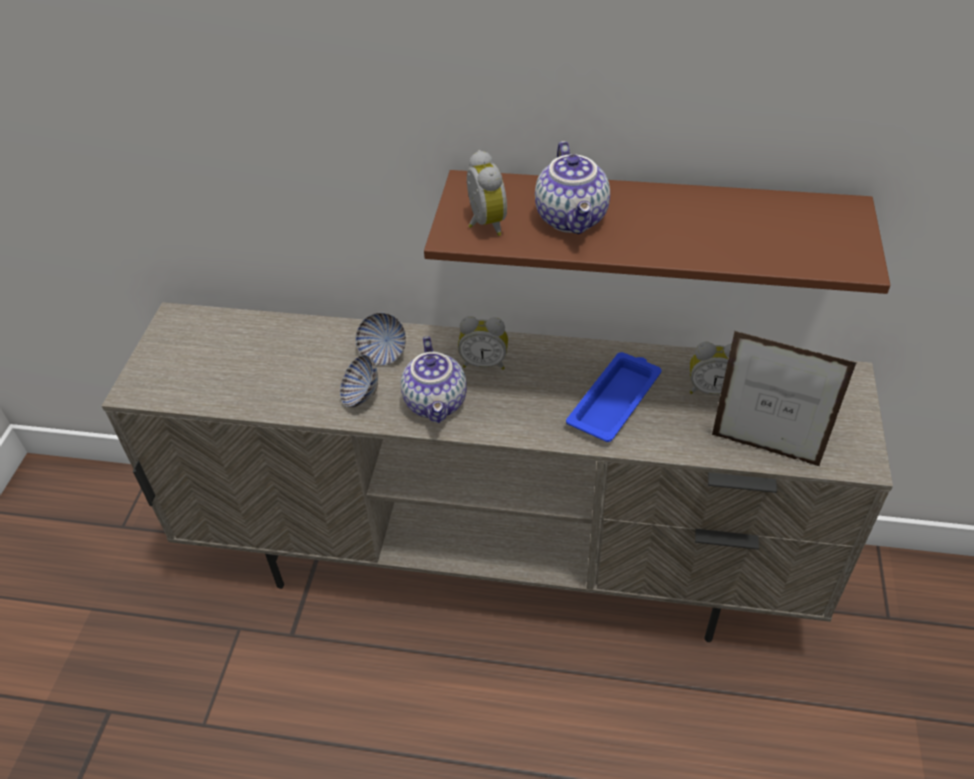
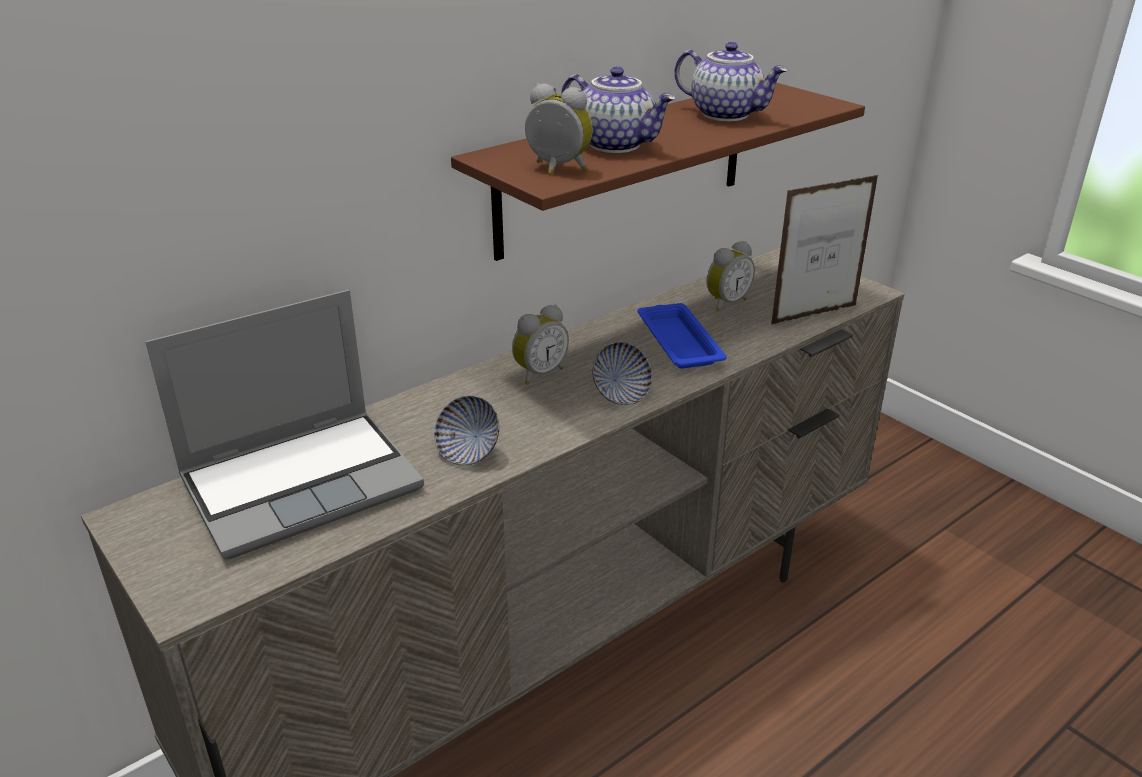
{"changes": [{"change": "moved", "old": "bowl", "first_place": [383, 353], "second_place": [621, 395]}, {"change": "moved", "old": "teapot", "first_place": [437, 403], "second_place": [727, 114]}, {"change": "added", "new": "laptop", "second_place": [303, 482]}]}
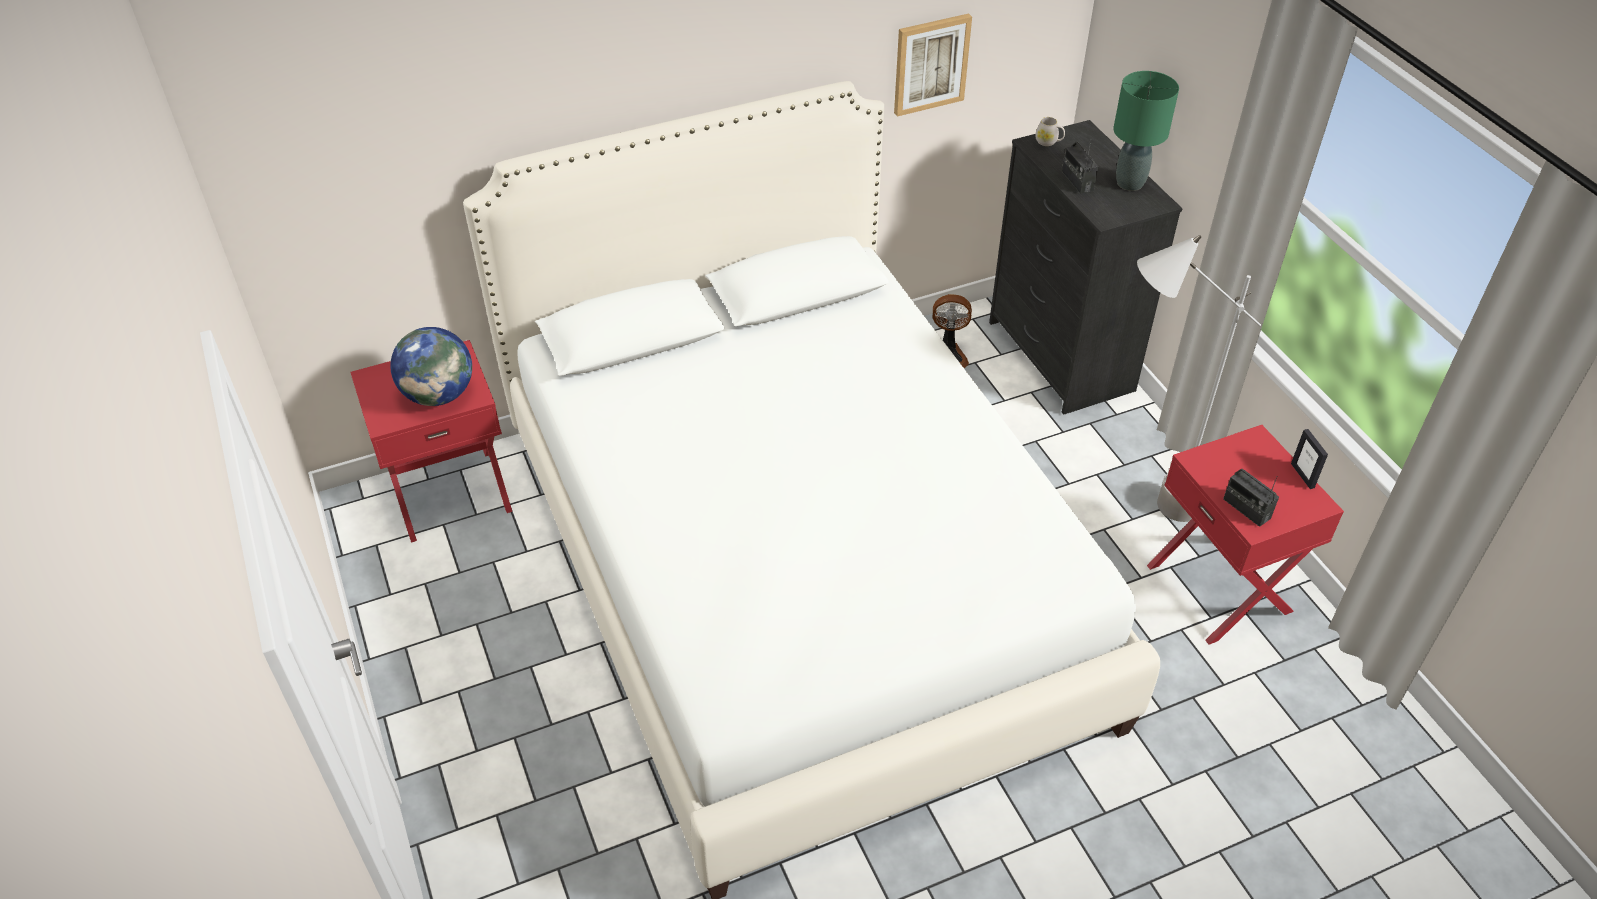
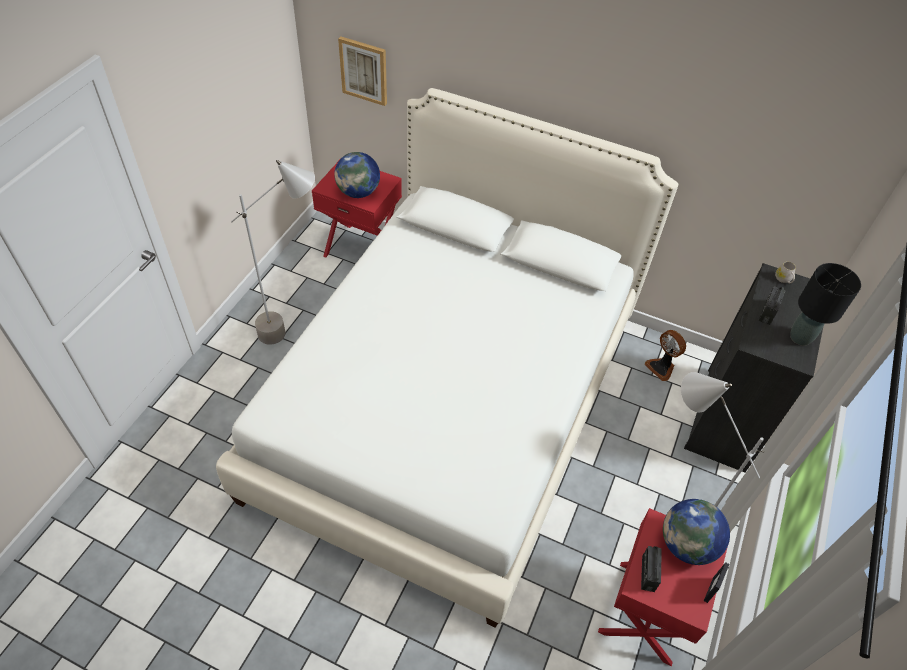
{"changes": [{"change": "moved", "old": "picture", "first_place": [930, 64], "second_place": [364, 70]}, {"change": "recoloured", "old": "green table lamp", "new": "black table lamp", "first_place": [1129, 183], "second_place": [800, 337]}, {"change": "added", "new": "grey floor lamp", "second_place": [295, 330]}, {"change": "added", "new": "globe", "second_place": [687, 545]}]}
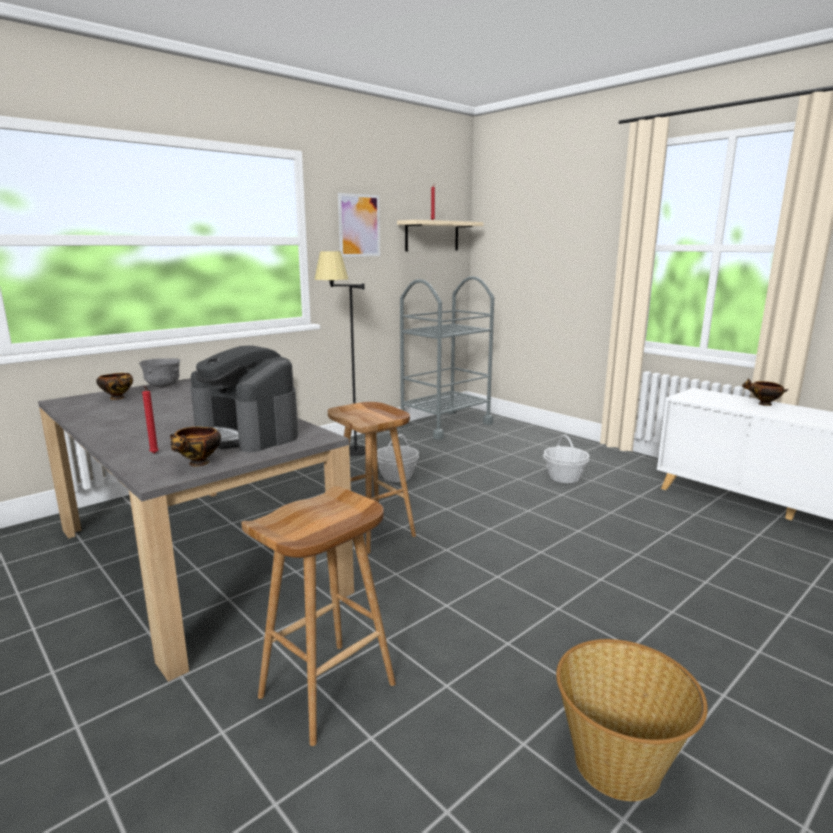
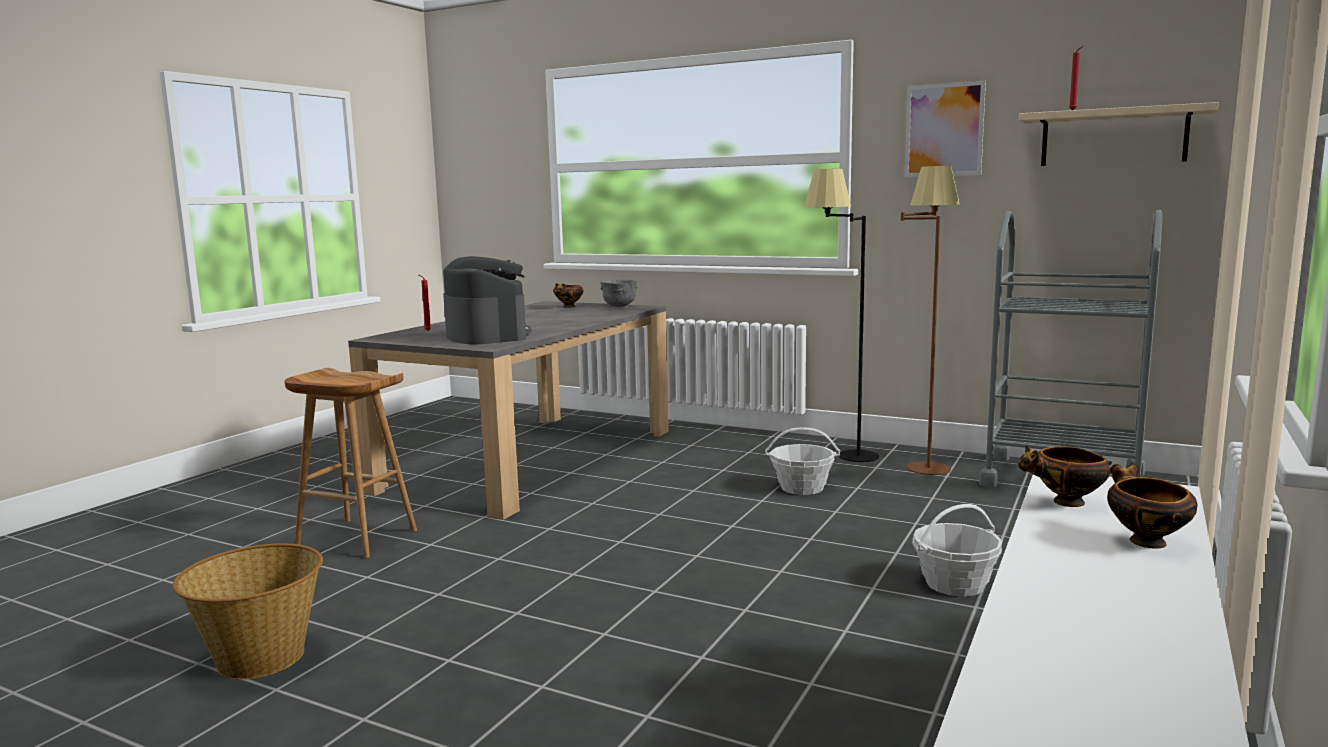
{"changes": [{"change": "turned", "old": "coffee machine", "first_place": [247, 434], "second_place": [487, 335], "degrees": 135}, {"change": "removed", "old": "brown stool", "first_place": [374, 531]}, {"change": "moved", "old": "bowl", "first_place": [198, 464], "second_place": [1066, 503]}, {"change": "added", "new": "brown floor lamp", "second_place": [925, 462]}]}
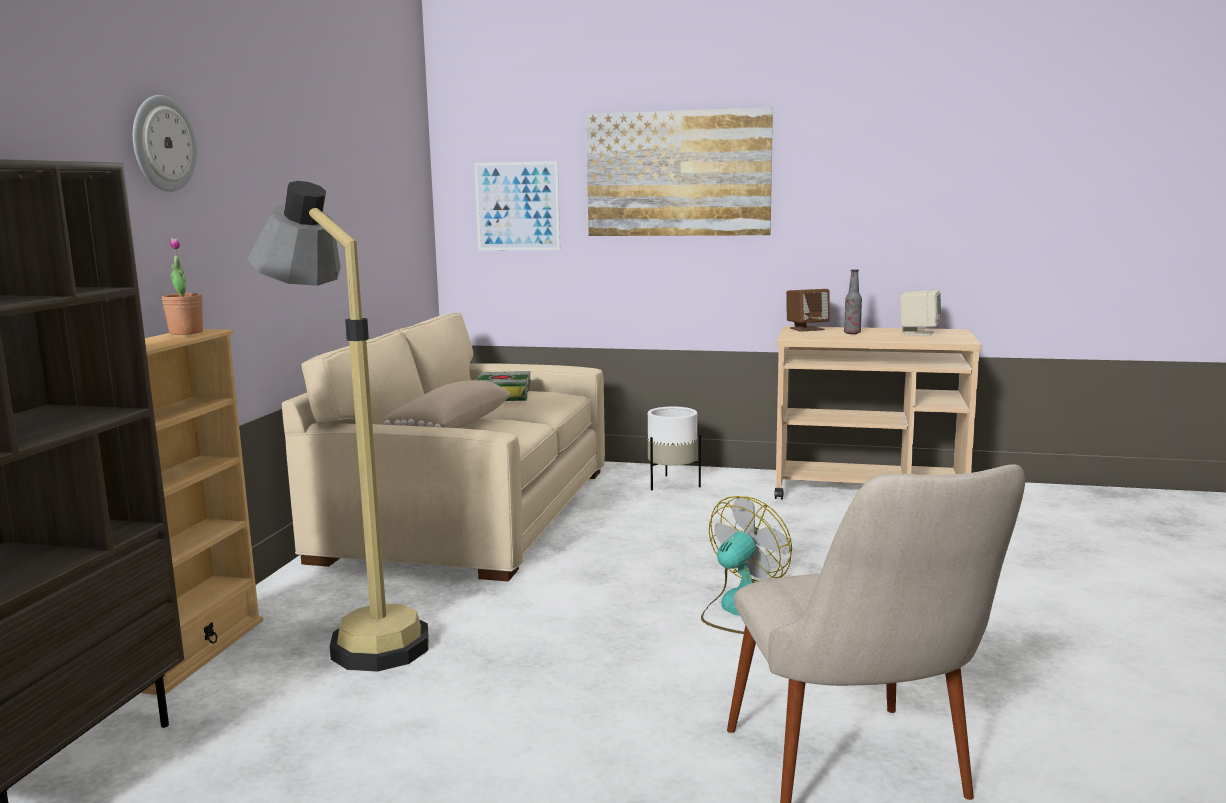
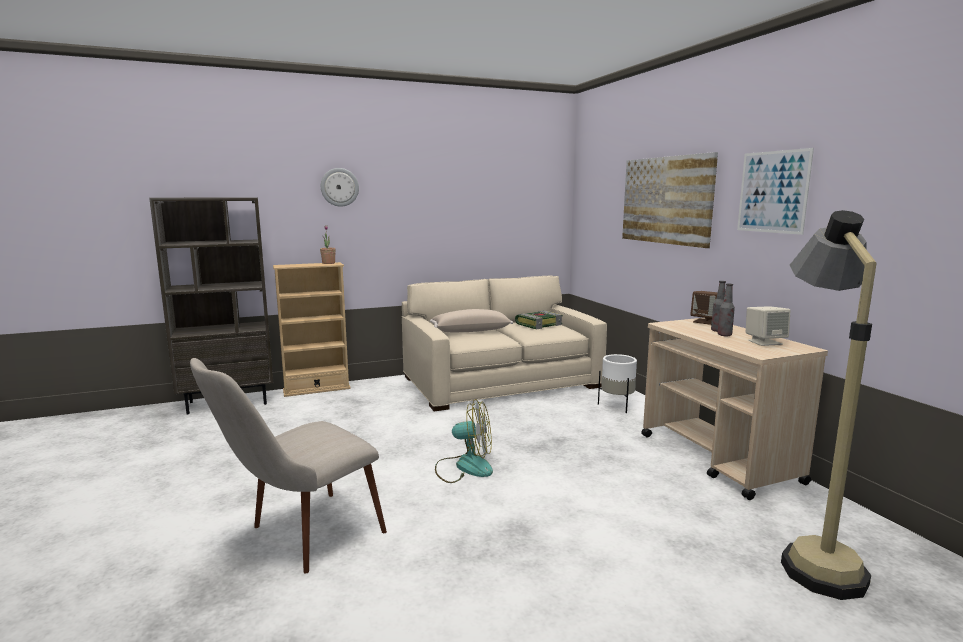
{"changes": [{"change": "moved", "old": "picture", "first_place": [517, 206], "second_place": [772, 192]}, {"change": "moved", "old": "floor lamp", "first_place": [355, 633], "second_place": [809, 551]}, {"change": "added", "new": "bottle", "second_place": [724, 335]}]}
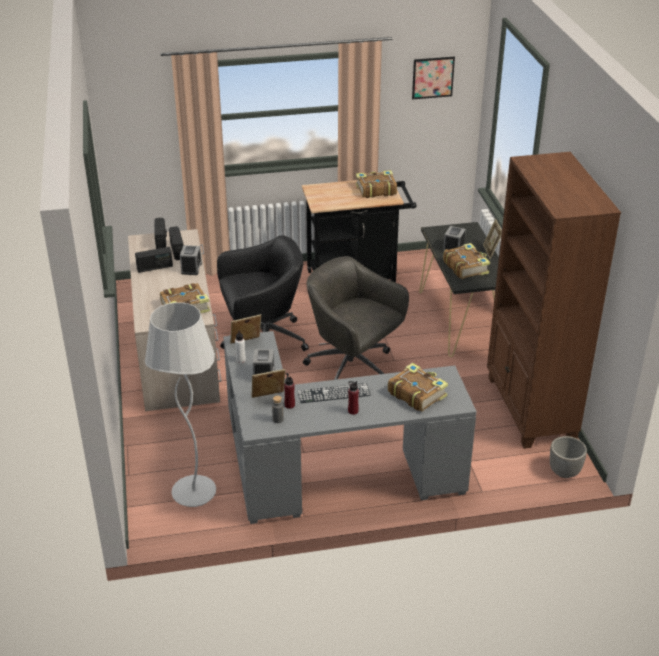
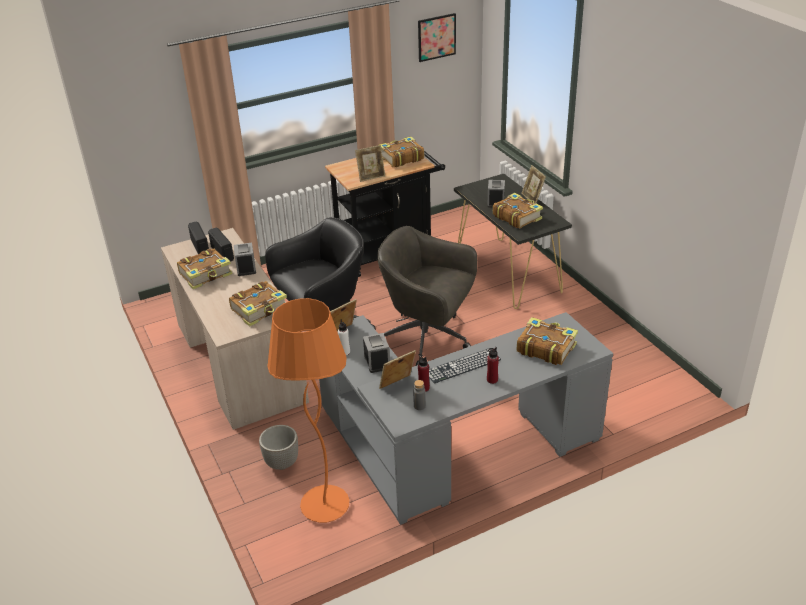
{"changes": [{"change": "removed", "old": "brown bookcase", "first_place": [530, 409]}, {"change": "replaced", "old": "radio", "new": "book", "first_place": [155, 267], "second_place": [206, 274]}, {"change": "recoloured", "old": "white floor lamp", "new": "orange floor lamp", "first_place": [194, 493], "second_place": [325, 506]}, {"change": "moved", "old": "planter", "first_place": [564, 472], "second_place": [282, 463]}, {"change": "added", "new": "picture frame", "second_place": [371, 177]}]}
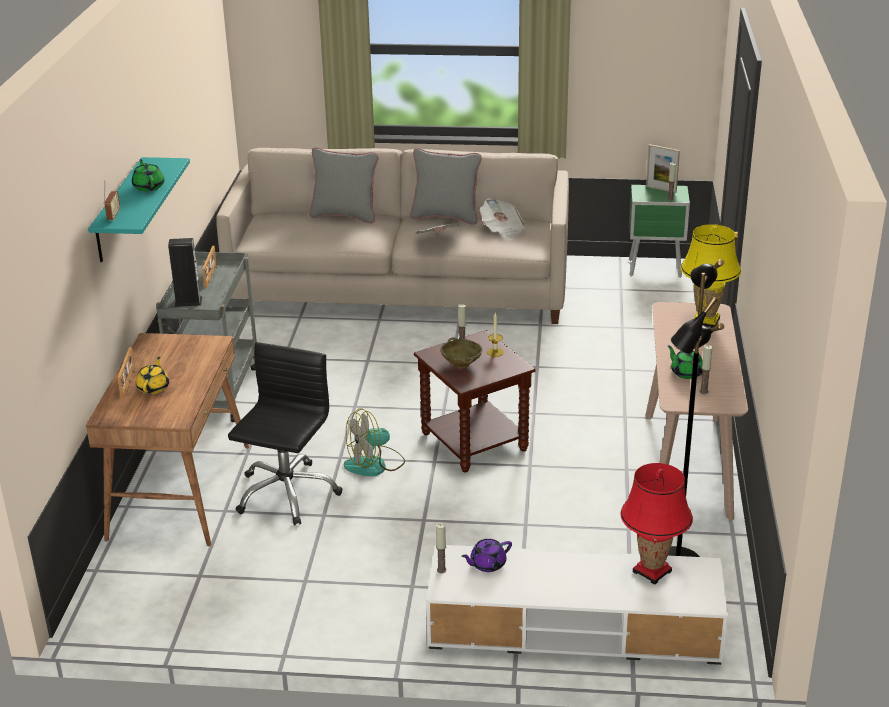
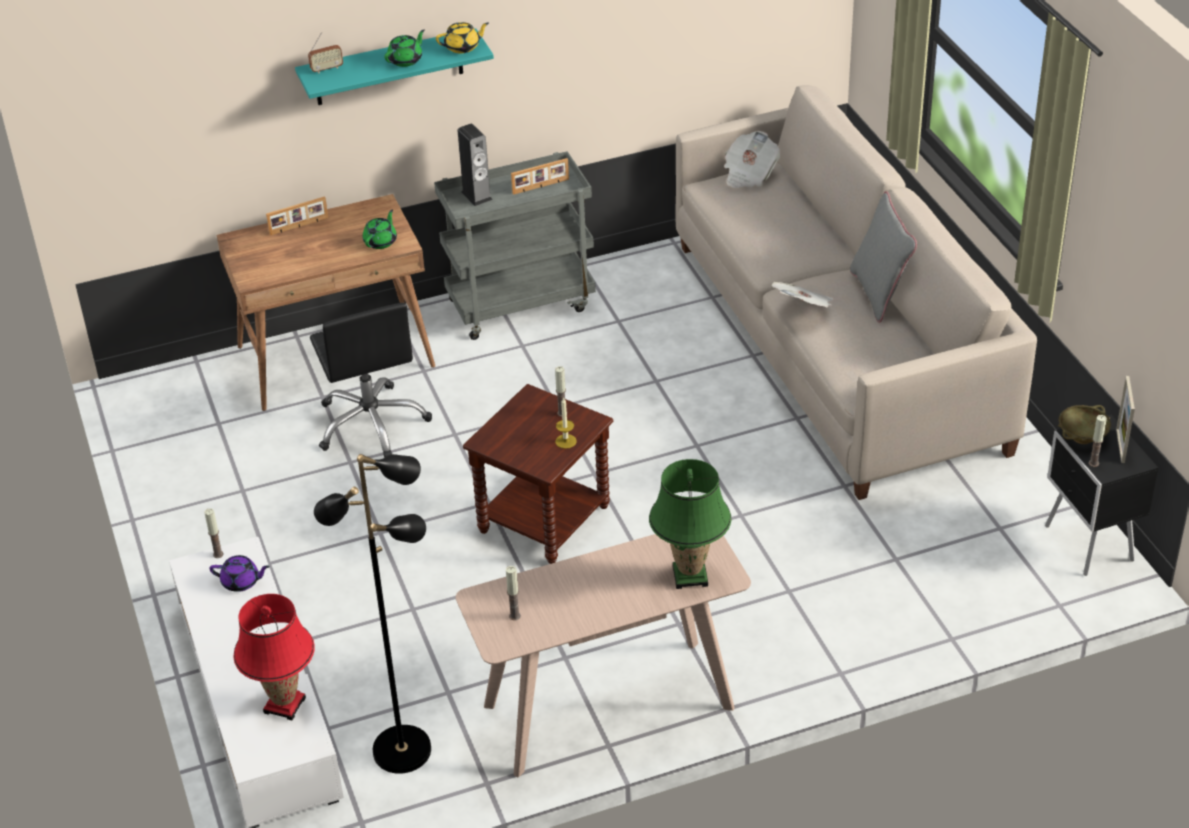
{"changes": [{"change": "removed", "old": "grey pillow", "first_place": [345, 216]}, {"change": "recoloured", "old": "green nightstand", "new": "black nightstand", "first_place": [656, 269], "second_place": [1089, 545]}, {"change": "moved", "old": "newspaper", "first_place": [502, 230], "second_place": [749, 174]}, {"change": "recoloured", "old": "yellow table lamp", "new": "green table lamp", "first_place": [705, 321], "second_place": [690, 576]}, {"change": "moved", "old": "beige bowl", "first_place": [461, 364], "second_place": [1082, 437]}, {"change": "turned", "old": "black office chair", "first_place": [286, 493], "second_place": [372, 423], "degrees": 75}, {"change": "moved", "old": "green teapot", "first_place": [686, 372], "second_place": [381, 241]}, {"change": "moved", "old": "yellow teapot", "first_place": [154, 387], "second_place": [463, 47]}, {"change": "removed", "old": "fan", "first_place": [374, 464]}, {"change": "turned", "old": "purple teapot", "first_place": [487, 564], "second_place": [241, 582], "degrees": 150}]}
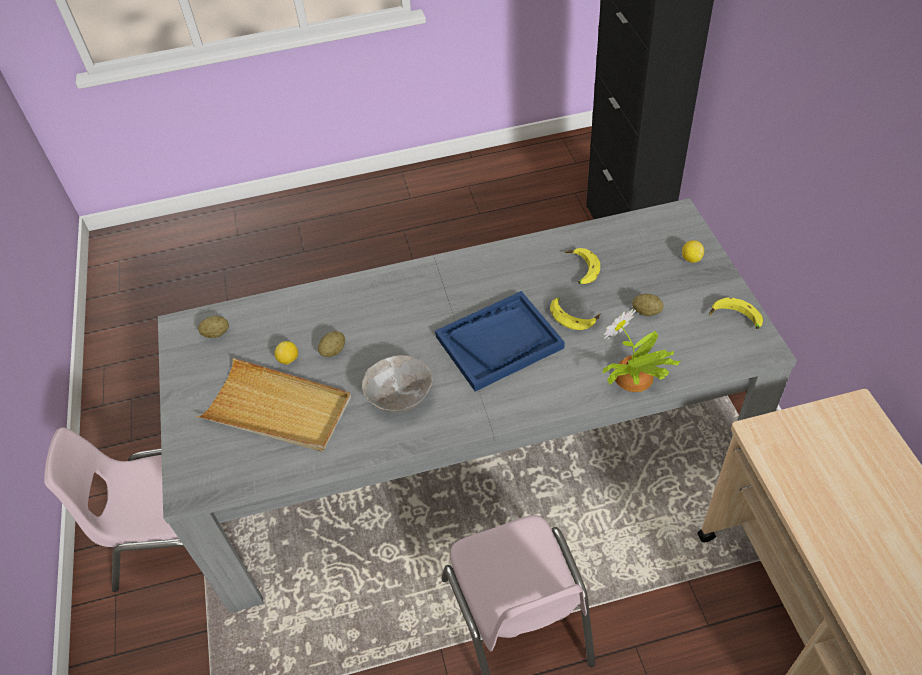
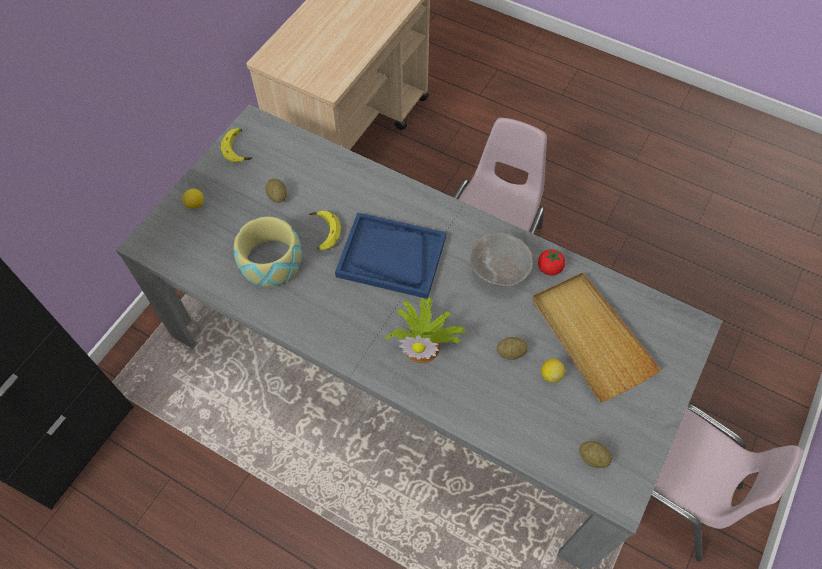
{"changes": [{"change": "replaced", "old": "banana", "new": "bowl", "first_place": [580, 270], "second_place": [270, 262]}, {"change": "moved", "old": "potted plant", "first_place": [633, 378], "second_place": [423, 344]}, {"change": "added", "new": "tomato", "second_place": [549, 268]}]}
